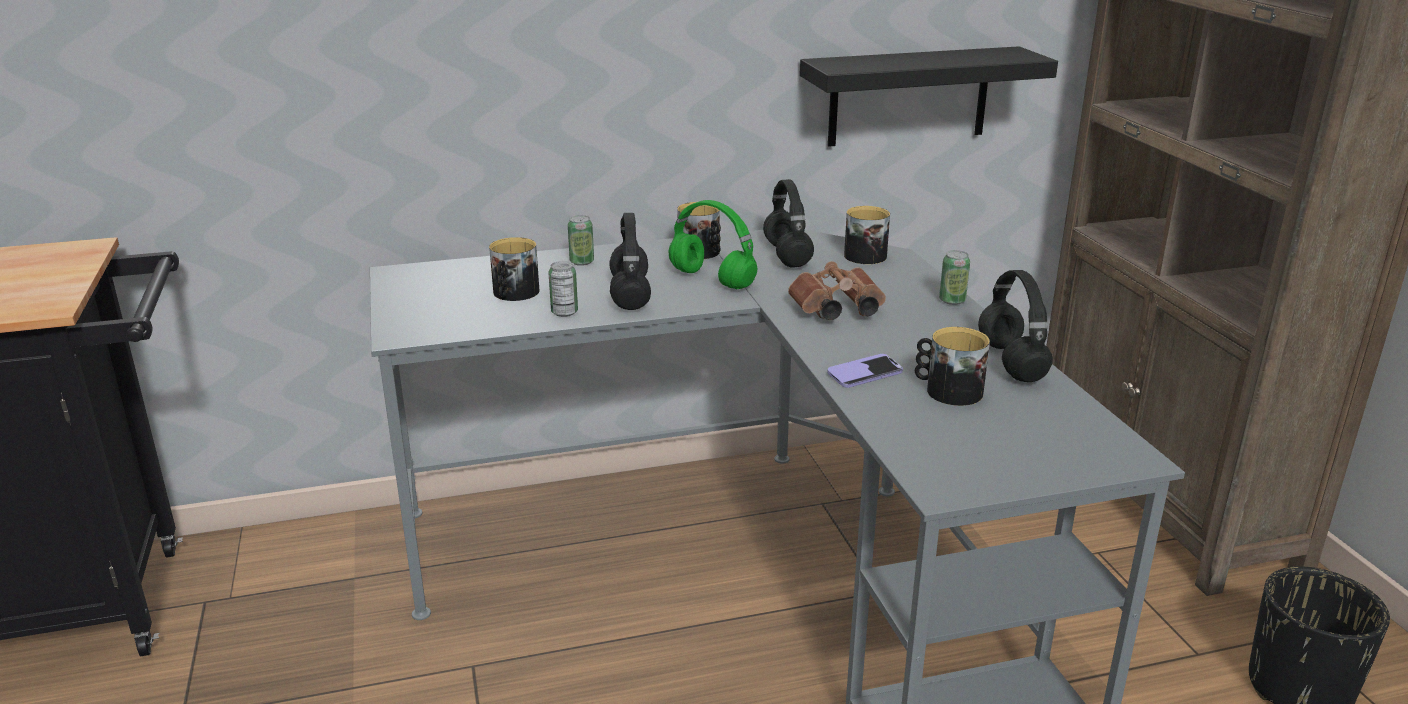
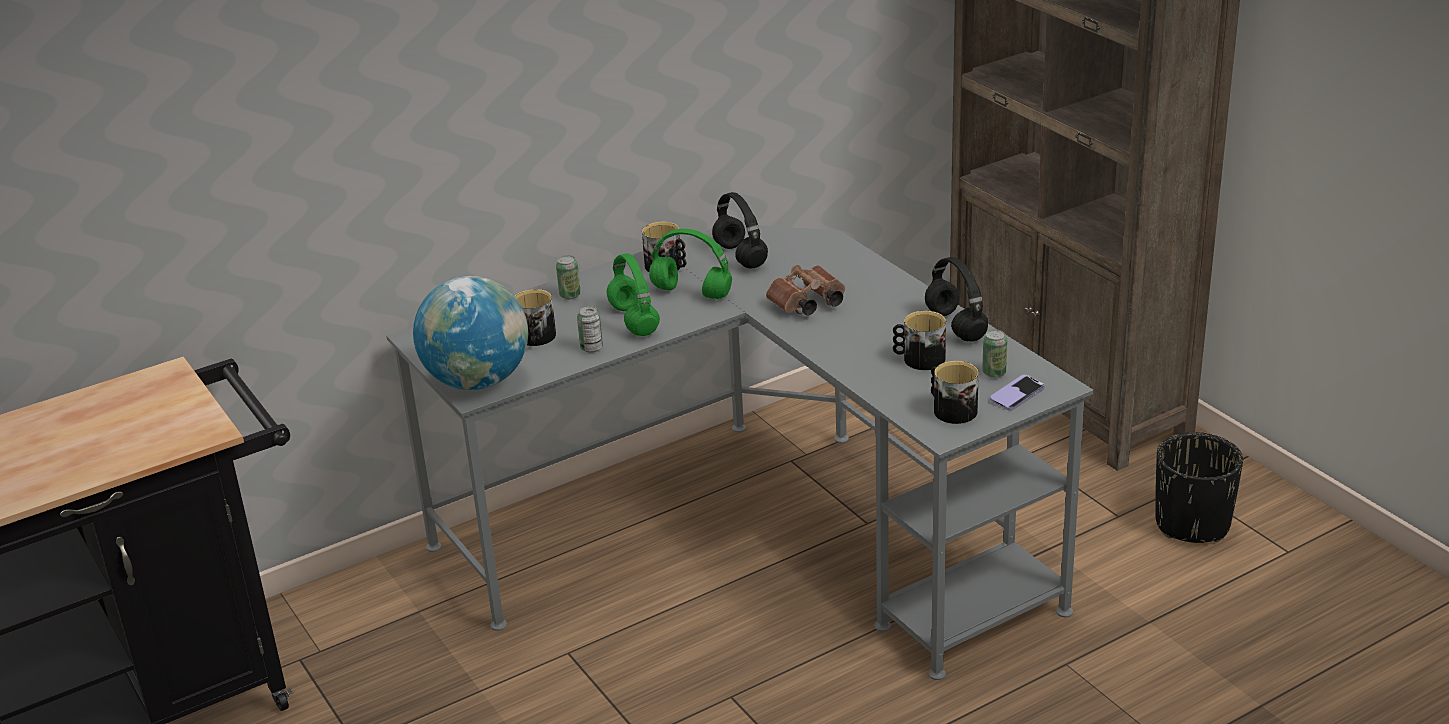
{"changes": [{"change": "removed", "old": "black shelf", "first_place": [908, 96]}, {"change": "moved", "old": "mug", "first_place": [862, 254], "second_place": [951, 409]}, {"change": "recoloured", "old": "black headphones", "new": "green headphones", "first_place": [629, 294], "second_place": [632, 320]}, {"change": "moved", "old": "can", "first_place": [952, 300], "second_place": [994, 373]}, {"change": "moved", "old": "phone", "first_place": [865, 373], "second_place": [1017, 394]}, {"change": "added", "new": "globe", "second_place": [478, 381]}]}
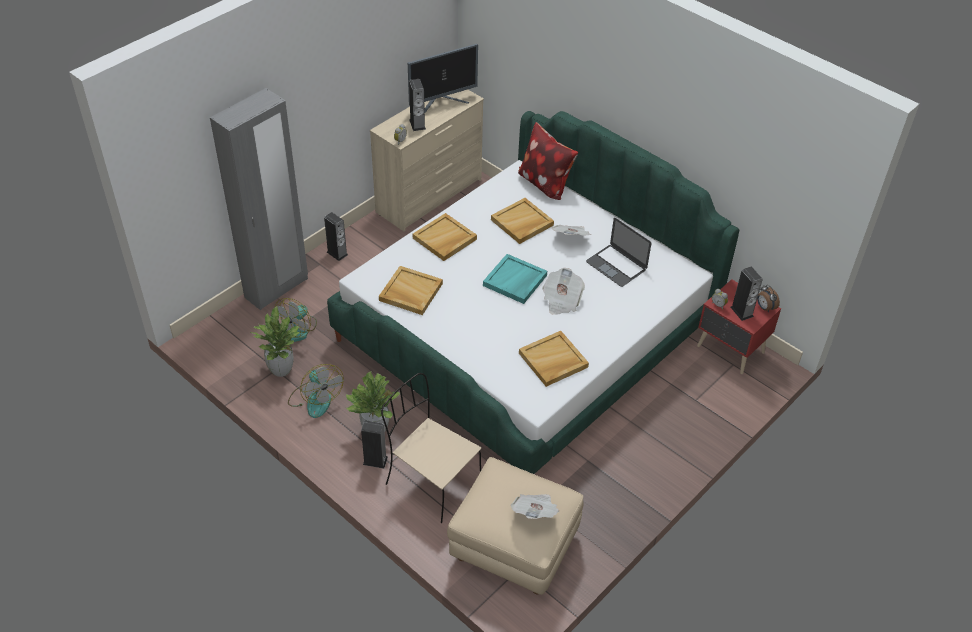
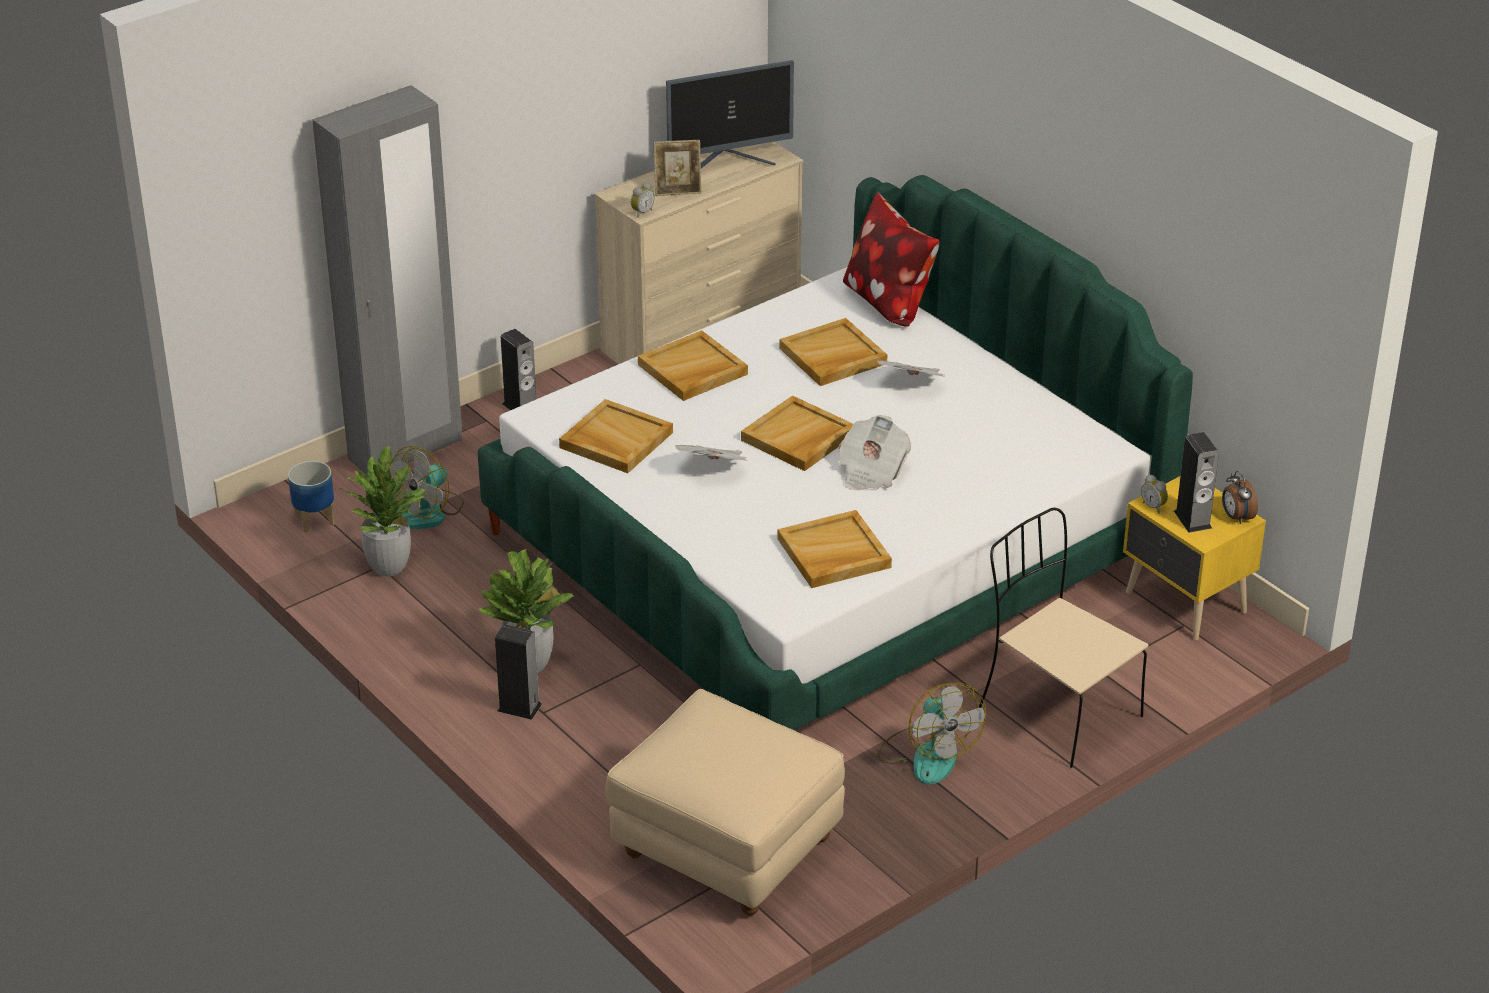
{"changes": [{"change": "replaced", "old": "speaker", "new": "picture frame", "first_place": [417, 124], "second_place": [678, 190]}, {"change": "removed", "old": "laptop", "first_place": [616, 265]}, {"change": "recoloured", "old": "turquoise tray", "new": "beige tray", "first_place": [515, 281], "second_place": [798, 438]}, {"change": "recoloured", "old": "red nightstand", "new": "yellow nightstand", "first_place": [730, 350], "second_place": [1185, 604]}, {"change": "moved", "old": "fan", "first_place": [315, 399], "second_place": [927, 754]}, {"change": "moved", "old": "beige chair", "first_place": [431, 481], "second_place": [1056, 710]}, {"change": "moved", "old": "newspaper", "first_place": [535, 513], "second_place": [714, 468]}, {"change": "added", "new": "planter", "second_place": [314, 519]}]}
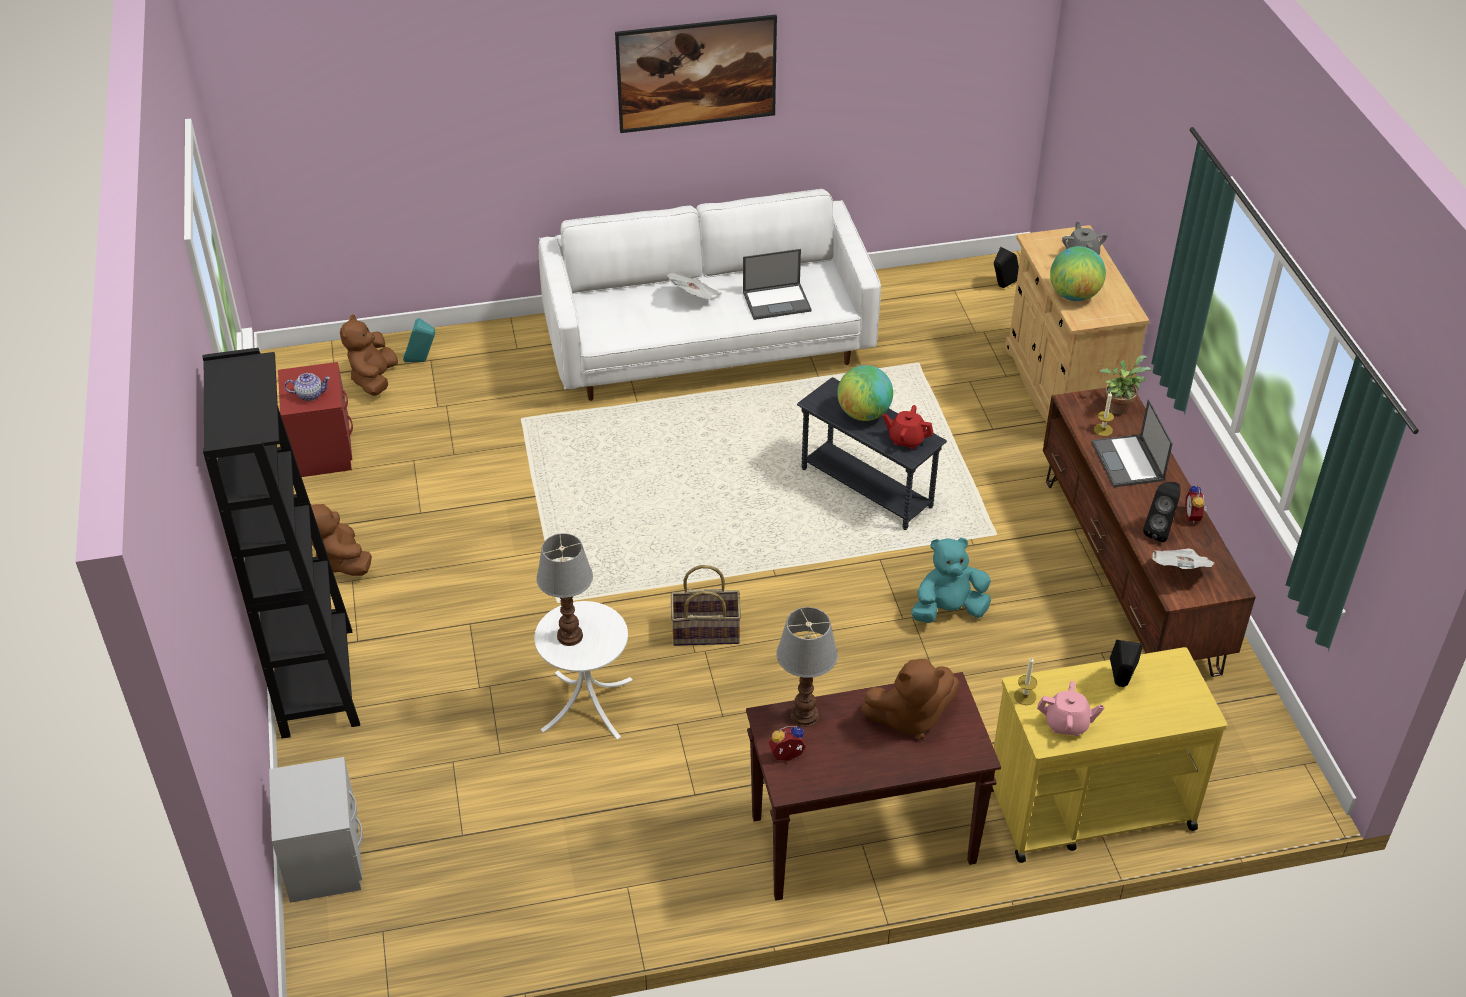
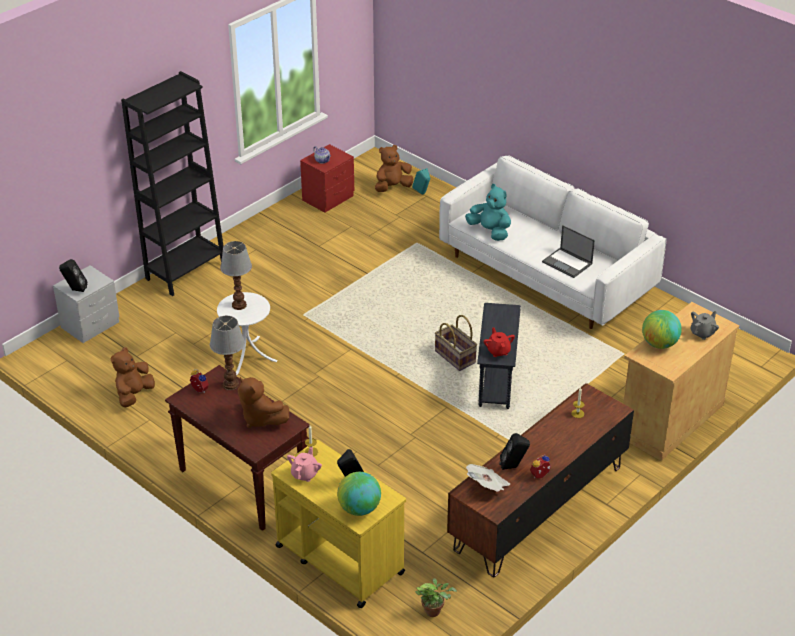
{"changes": [{"change": "removed", "old": "picture", "first_place": [697, 98]}, {"change": "moved", "old": "black speaker", "first_place": [1002, 287], "second_place": [75, 290]}, {"change": "removed", "old": "newspaper", "first_place": [694, 298]}, {"change": "moved", "old": "potted plant", "first_place": [1118, 406], "second_place": [434, 611]}, {"change": "moved", "old": "globe", "first_place": [863, 414], "second_place": [359, 509]}, {"change": "removed", "old": "laptop", "first_place": [1128, 462]}, {"change": "moved", "old": "brown plush toy", "first_place": [341, 561], "second_place": [134, 395]}, {"change": "moved", "old": "turquoise plush toy", "first_place": [948, 610], "second_place": [490, 231]}, {"change": "moved", "old": "basket", "first_place": [706, 631], "second_place": [456, 356]}, {"change": "turned", "old": "pink teapot", "first_place": [1067, 724], "second_place": [305, 474], "degrees": -135}]}
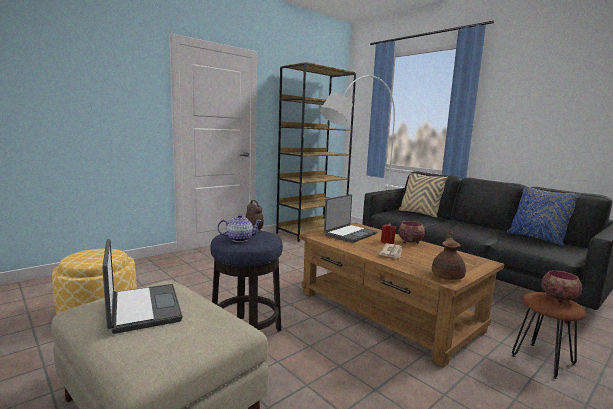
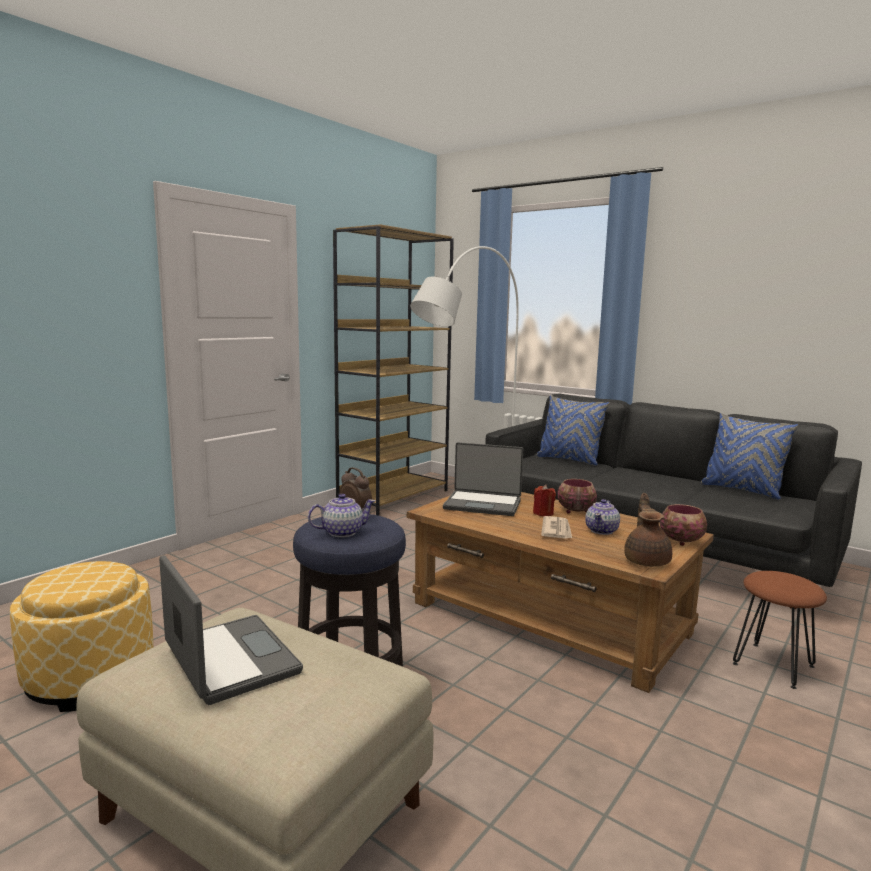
{"changes": [{"change": "recoloured", "old": "beige pillow", "new": "blue pillow", "first_place": [419, 213], "second_place": [569, 460]}, {"change": "turned", "old": "laptop", "first_place": [350, 234], "second_place": [483, 504], "degrees": 75}, {"change": "moved", "old": "bowl", "first_place": [559, 298], "second_place": [681, 541]}, {"change": "added", "new": "teapot", "second_place": [602, 530]}]}
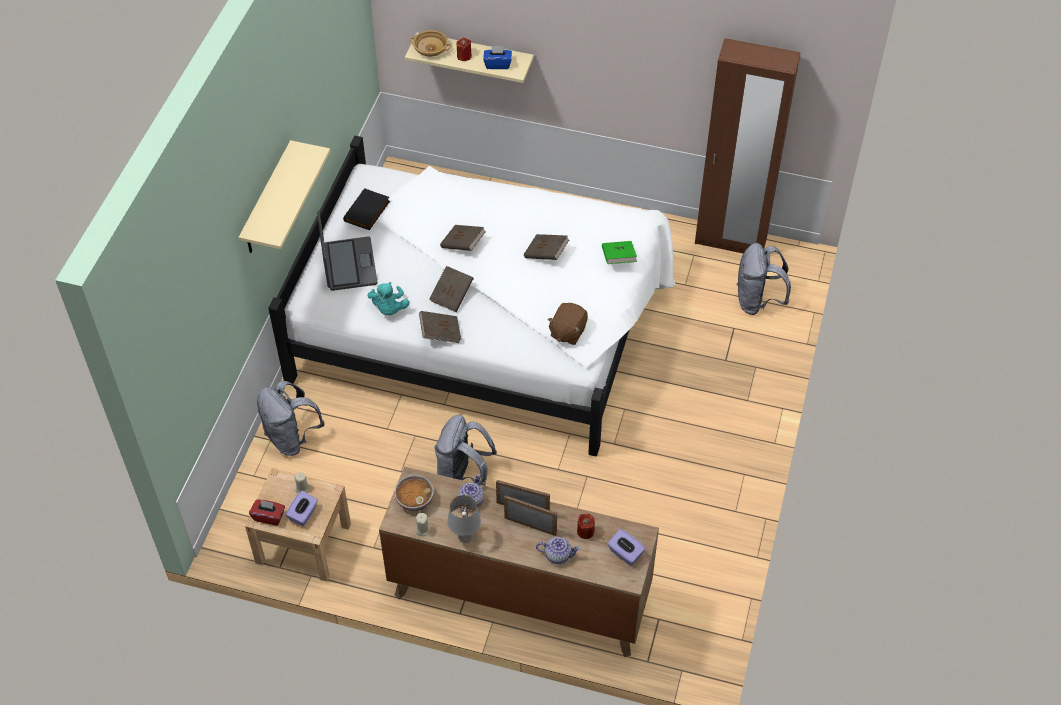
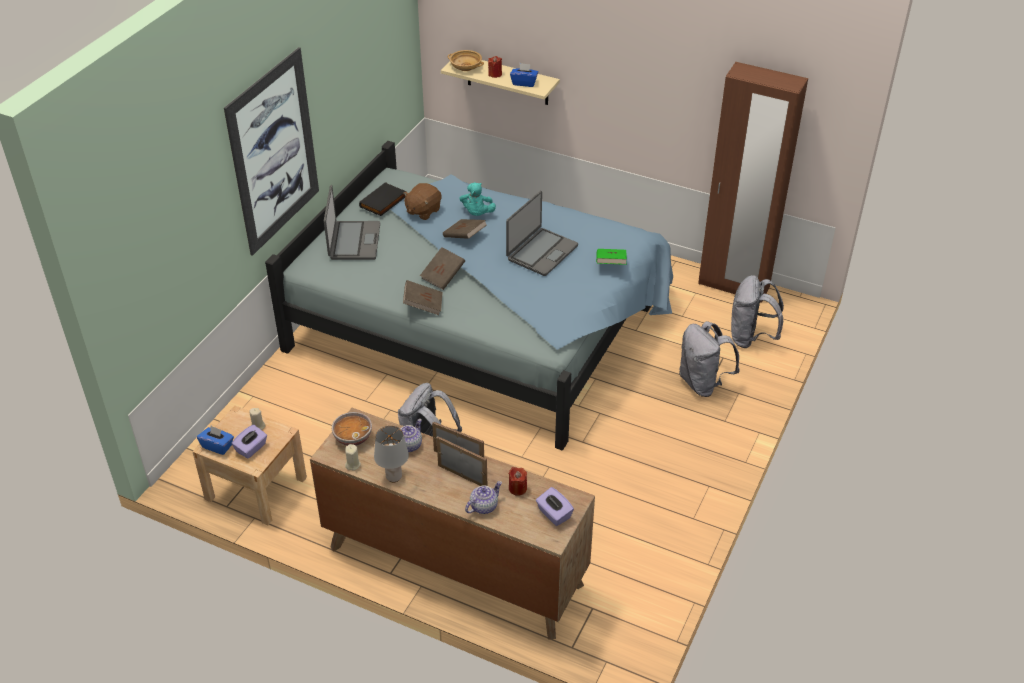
{"changes": [{"change": "recoloured", "old": "white bed", "new": "blue bed", "first_place": [485, 321], "second_place": [483, 323]}, {"change": "replaced", "old": "beige shelf", "new": "picture", "first_place": [267, 200], "second_place": [274, 152]}, {"change": "replaced", "old": "brown book", "new": "laptop", "first_place": [546, 254], "second_place": [541, 252]}, {"change": "moved", "old": "turquoise plush toy", "first_place": [389, 308], "second_place": [477, 213]}, {"change": "moved", "old": "brown plush toy", "first_place": [567, 332], "second_place": [423, 211]}, {"change": "moved", "old": "grey backpack", "first_place": [292, 438], "second_place": [702, 383]}, {"change": "recoloured", "old": "red tissue box", "new": "blue tissue box", "first_place": [269, 516], "second_place": [217, 446]}, {"change": "turned", "old": "teapot", "first_place": [558, 555], "second_place": [483, 506], "degrees": -60}]}
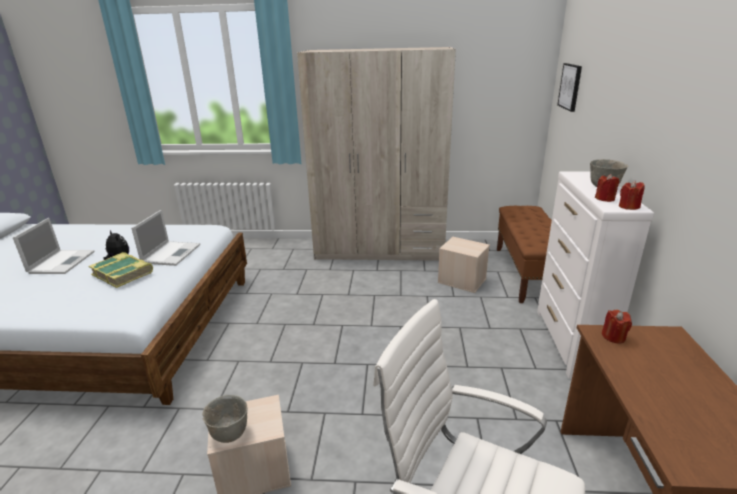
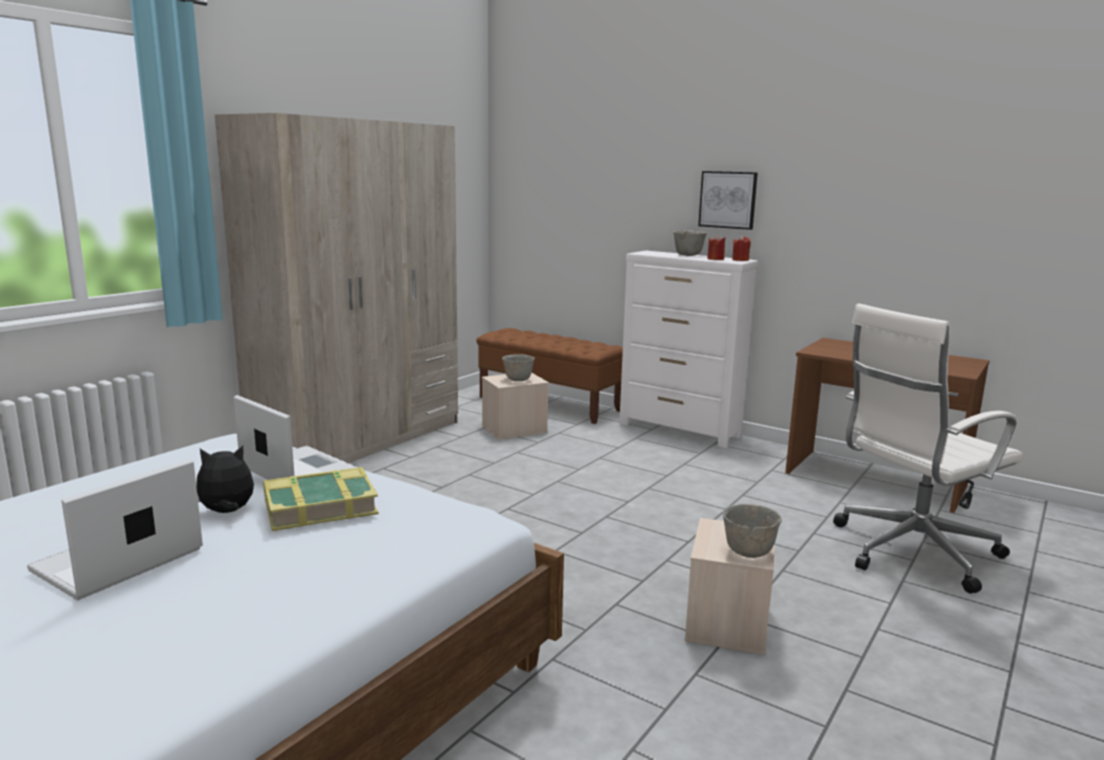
{"changes": [{"change": "moved", "old": "picture", "first_place": [570, 86], "second_place": [728, 199]}, {"change": "turned", "old": "laptop", "first_place": [62, 262], "second_place": [115, 561], "degrees": -90}, {"change": "removed", "old": "red candle", "first_place": [613, 337]}, {"change": "added", "new": "grey bowl", "second_place": [517, 380]}]}
